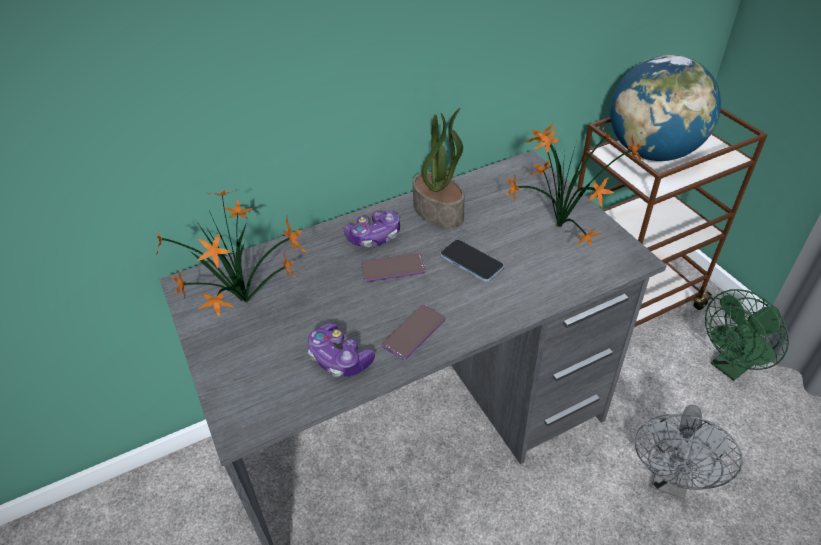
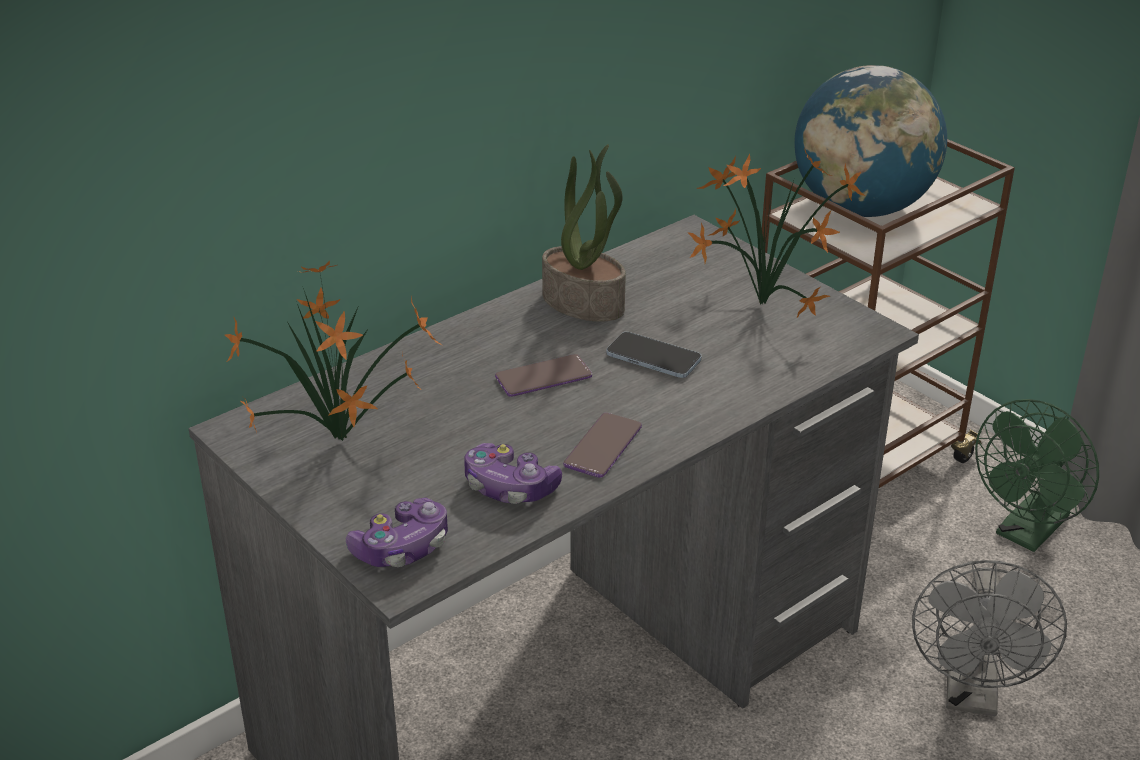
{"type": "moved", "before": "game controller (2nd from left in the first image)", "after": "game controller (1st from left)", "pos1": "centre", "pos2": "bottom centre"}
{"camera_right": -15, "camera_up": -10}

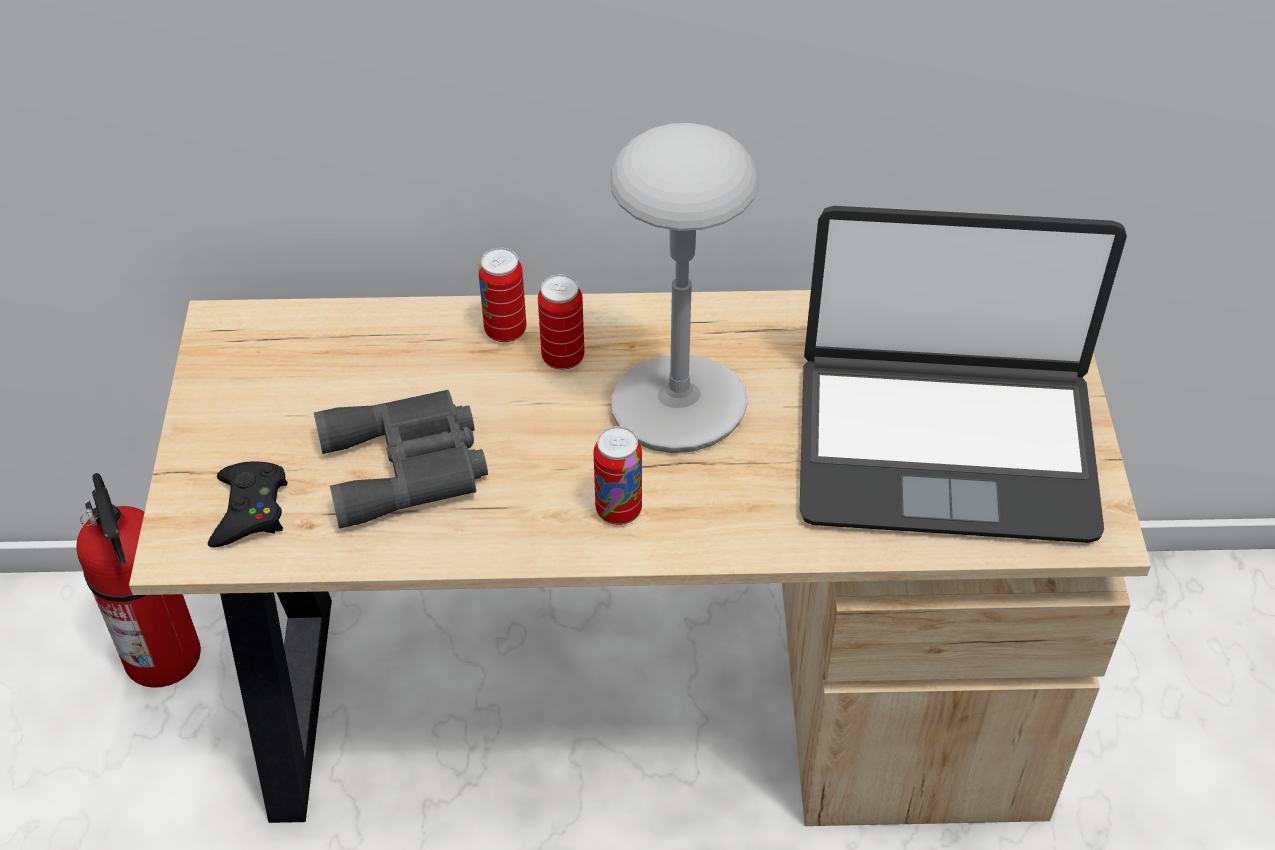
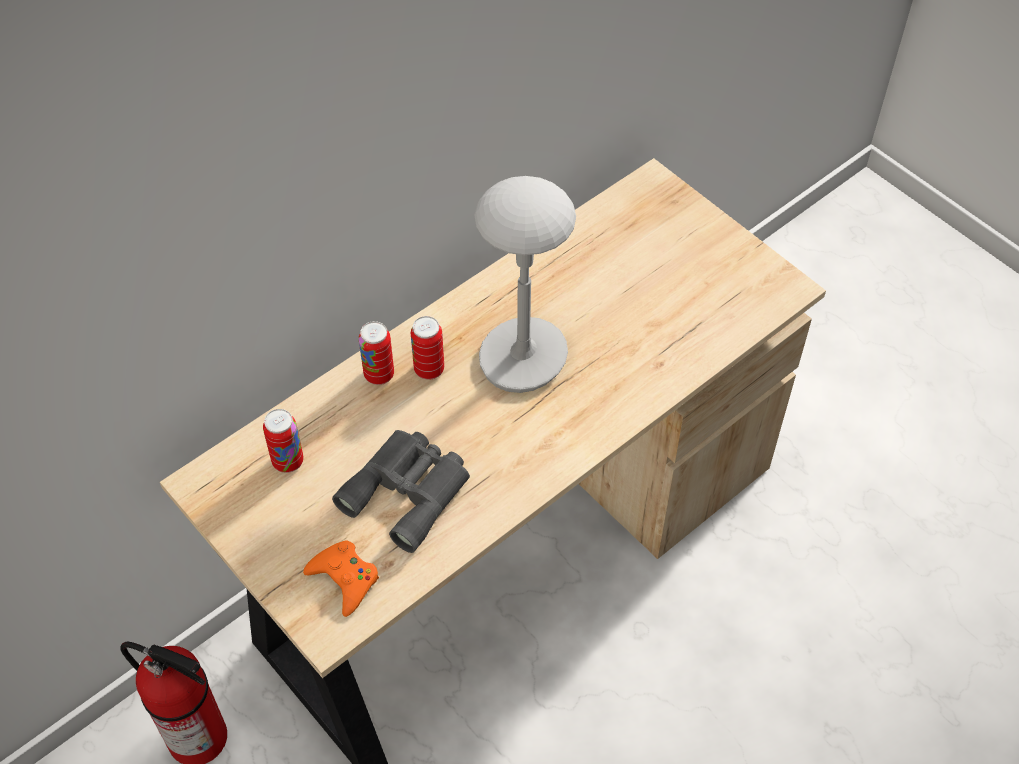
{"type": "removed", "before": "laptop", "pos1": "middle right"}
{"type": "moved", "before": "metal can (3rd from left in the first image)", "after": "metal can (1st from left)", "pos1": "centre", "pos2": "middle left"}
{"type": "recoloured", "before": "blackish game controller", "after": "orange-coloured game controller", "pos1": "middle left", "pos2": "bottom centre"}
{"camera_right": -40, "camera_up": 5}

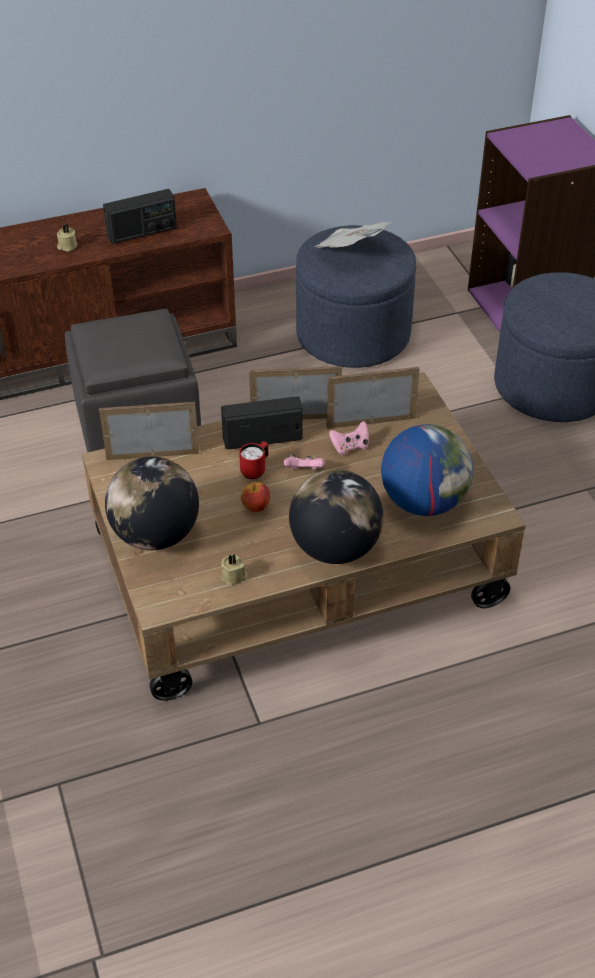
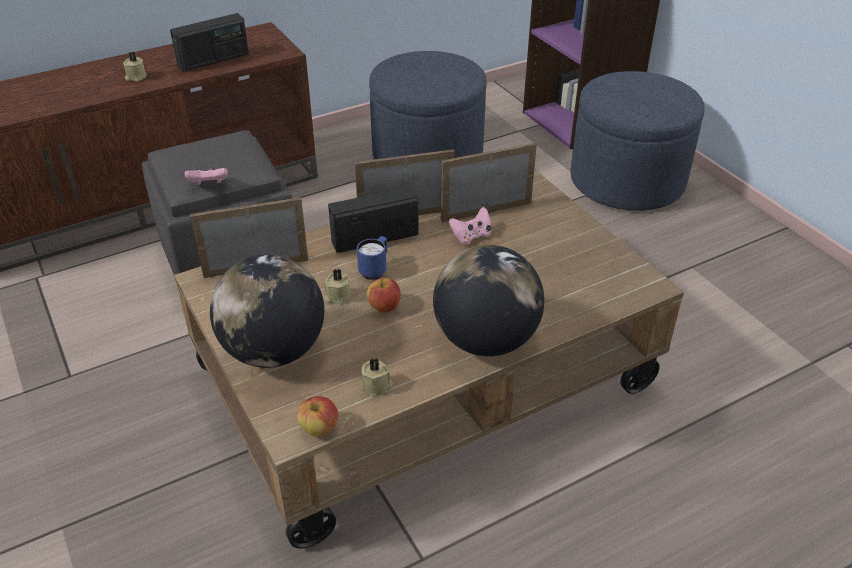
{"type": "removed", "before": "printed paper", "pos1": "top centre"}
{"type": "removed", "before": "desk globe (3rd from left)", "pos1": "middle right"}
{"type": "added", "after": "apple (1st from left)", "pos2": "bottom centre"}
{"type": "added", "after": "sand-coloured wax light (2nd from left)", "pos2": "centre"}
{"type": "moved", "before": "pinkish game controller (1st from left)", "pos1": "centre", "pos2": "top left"}
{"type": "recoloured", "before": "red-coloured tea mug", "after": "bluish tea mug", "pos1": "centre", "pos2": "centre"}
{"camera_right": -10, "camera_up": -5}

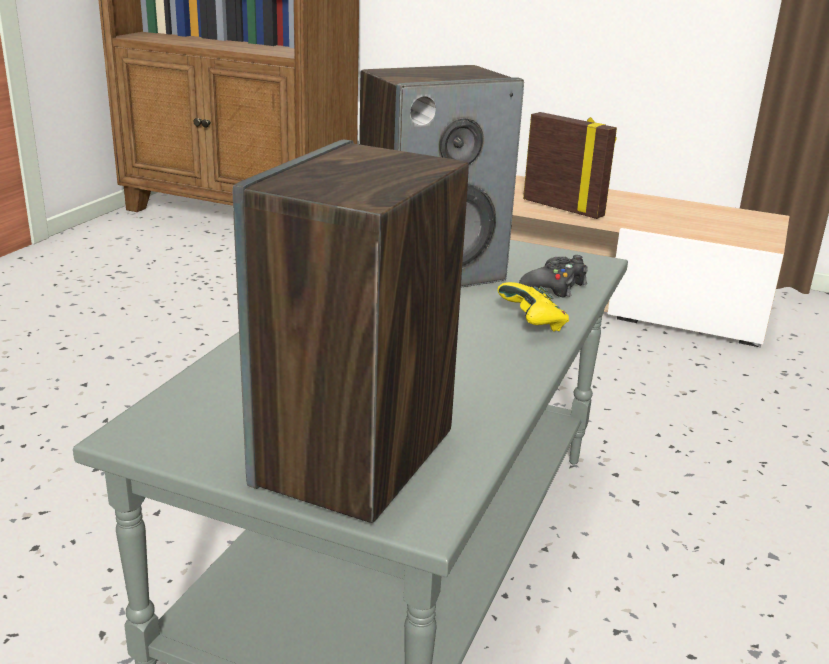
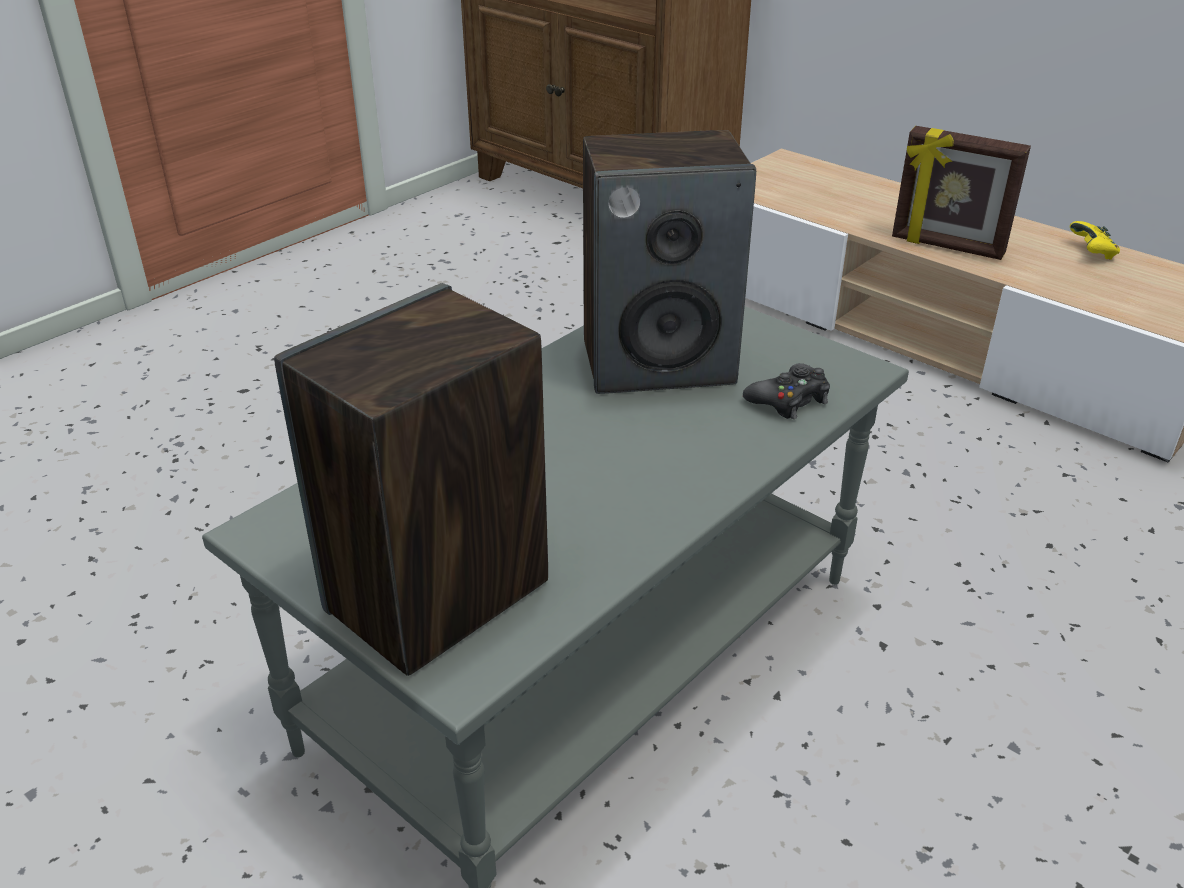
{"type": "moved", "before": "yellowish game controller", "pos1": "centre", "pos2": "top right"}
{"type": "turned", "before": "standing frame", "pos1": "top right", "pos2": "top right", "turn": 150}
{"camera_right": 20, "camera_up": 10}

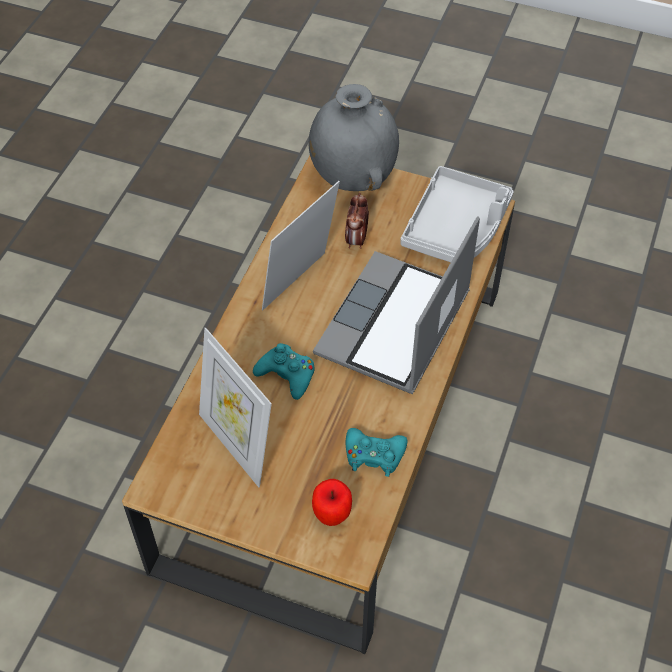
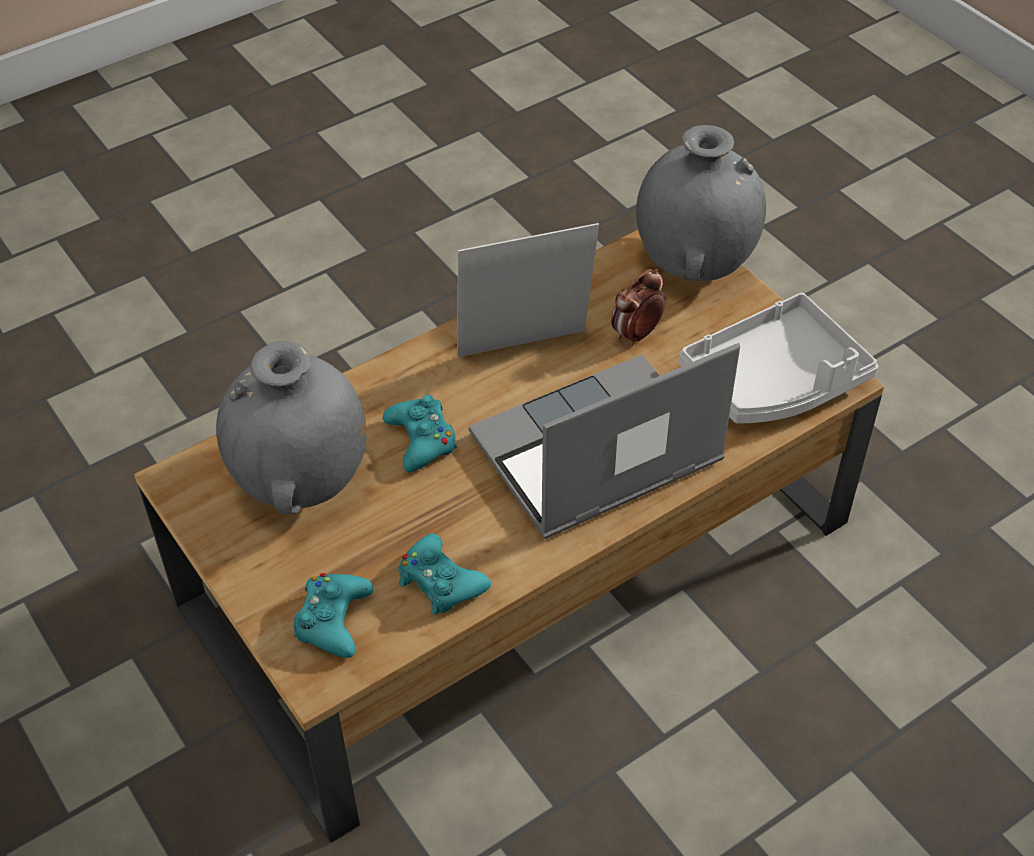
{"type": "replaced", "before": "standing frame (1st from left)", "after": "grey flower vase (1st from left)", "pos1": "centre", "pos2": "middle left"}
{"type": "replaced", "before": "apple", "after": "turquoise-coloured game controller (1st from left)", "pos1": "bottom centre", "pos2": "bottom left"}
{"camera_right": 35, "camera_up": -5}

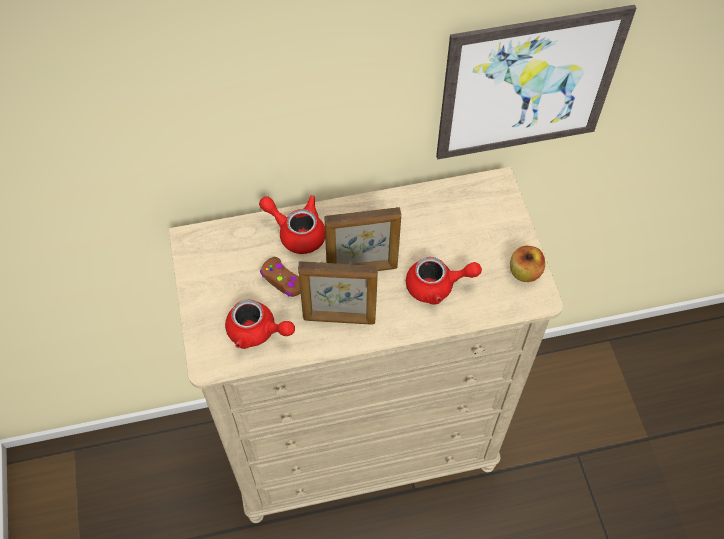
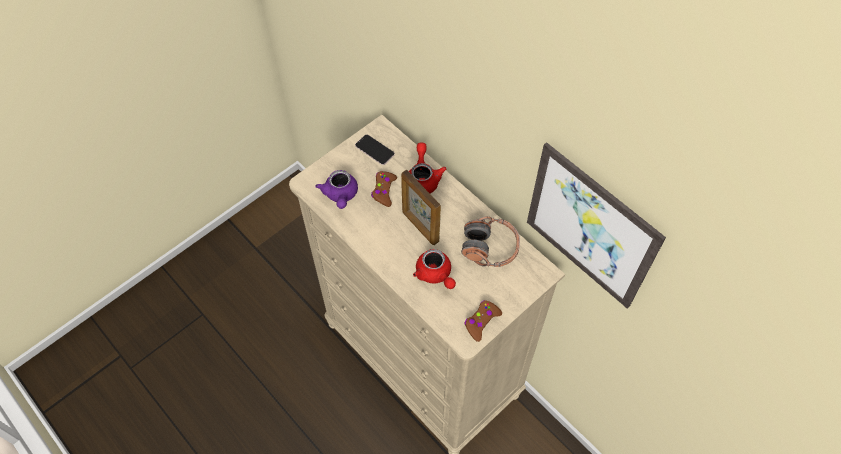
{"type": "removed", "before": "standing frame (1st from left)", "pos1": "centre"}
{"type": "added", "after": "handset", "pos2": "top centre"}
{"type": "added", "after": "headset", "pos2": "centre"}
{"type": "replaced", "before": "apple", "after": "brown-coloured game controller (2nd from left)", "pos1": "middle right", "pos2": "bottom centre"}
{"type": "recoloured", "before": "red-coloured pot for tea (1st from left)", "after": "purple-coloured pot for tea", "pos1": "centre", "pos2": "centre"}
{"camera_right": 60, "camera_up": 0}

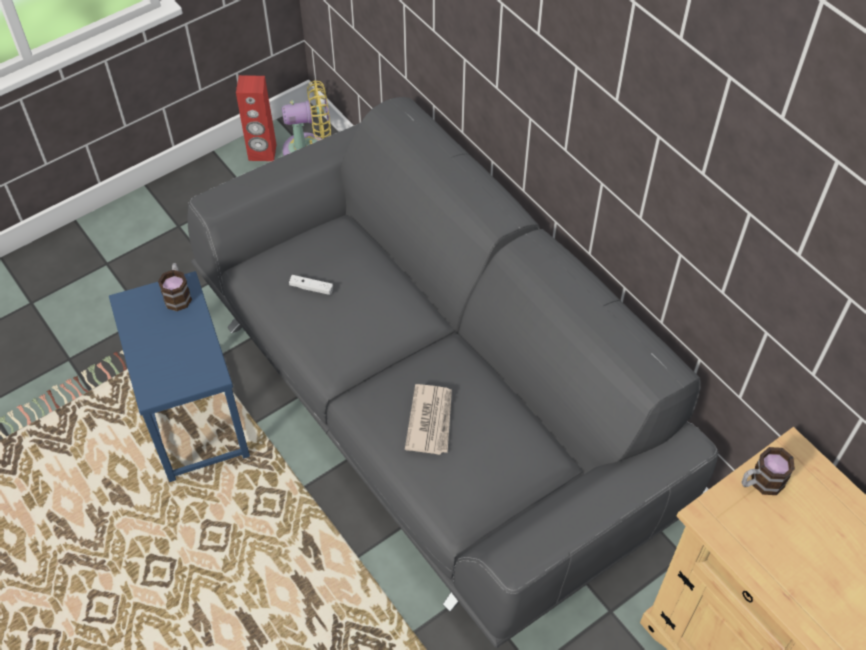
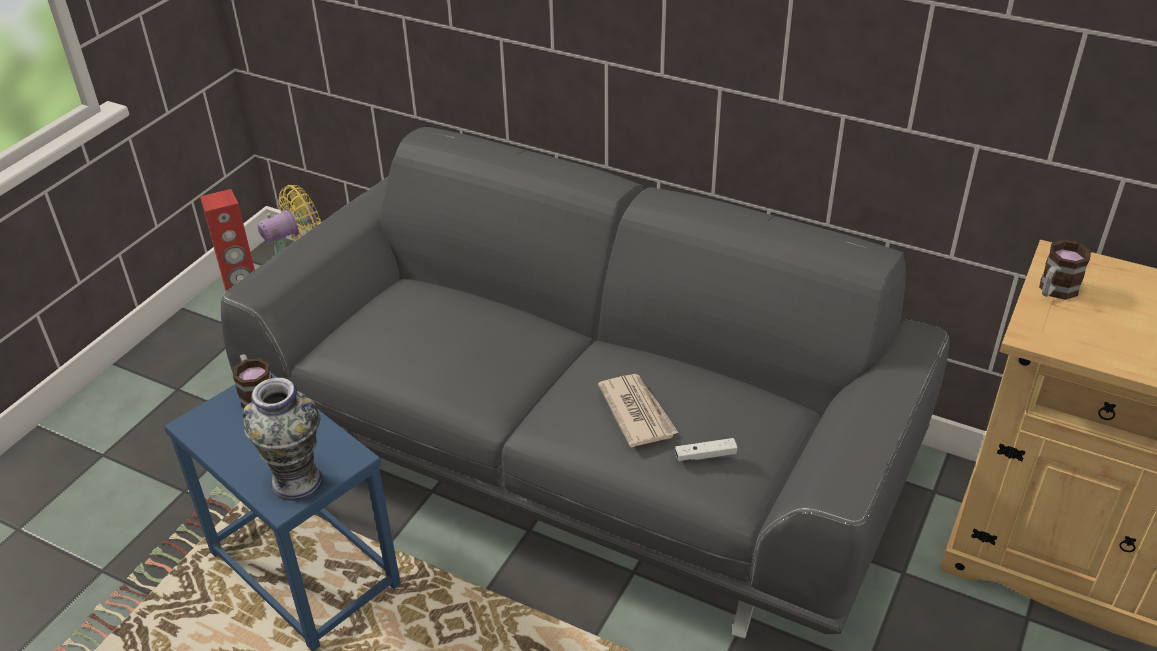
{"type": "added", "after": "flower vase", "pos2": "bottom left"}
{"type": "moved", "before": "white-coloured game controller", "pos1": "centre", "pos2": "bottom centre"}
{"camera_right": -25, "camera_up": -15}

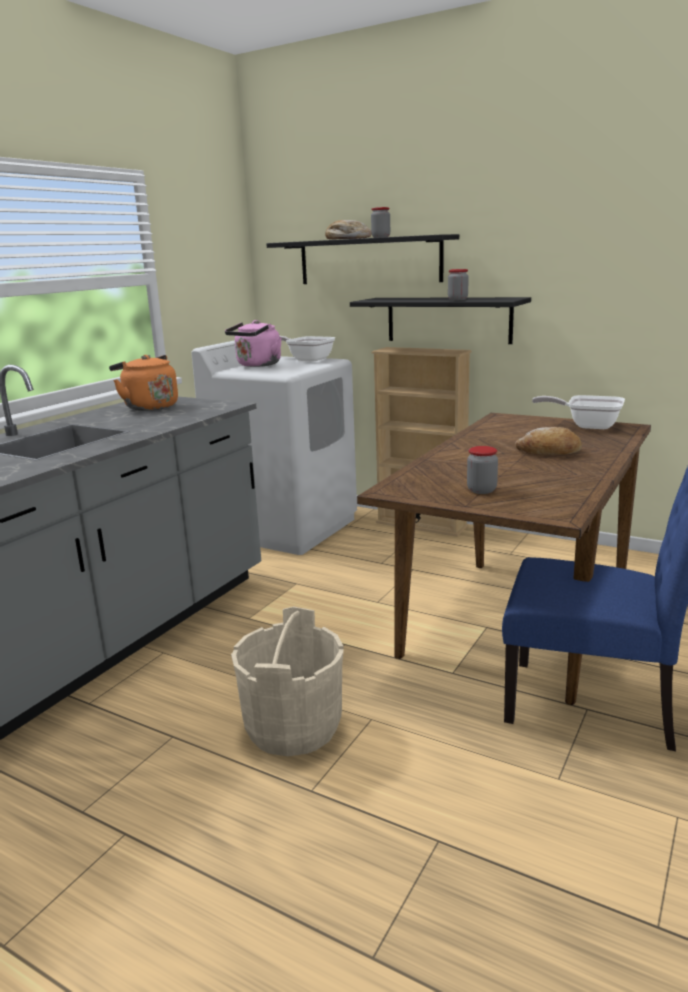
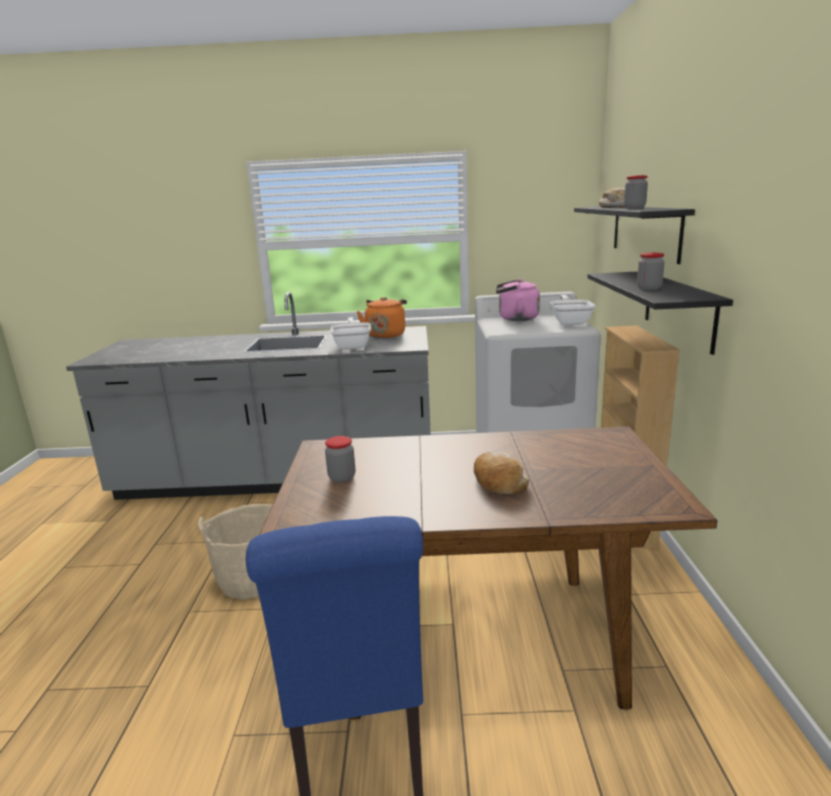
{"type": "moved", "before": "skillet (2nd from left in the first image)", "after": "skillet (1st from left)", "pos1": "middle right", "pos2": "centre"}
{"camera_right": 60, "camera_up": 0}

